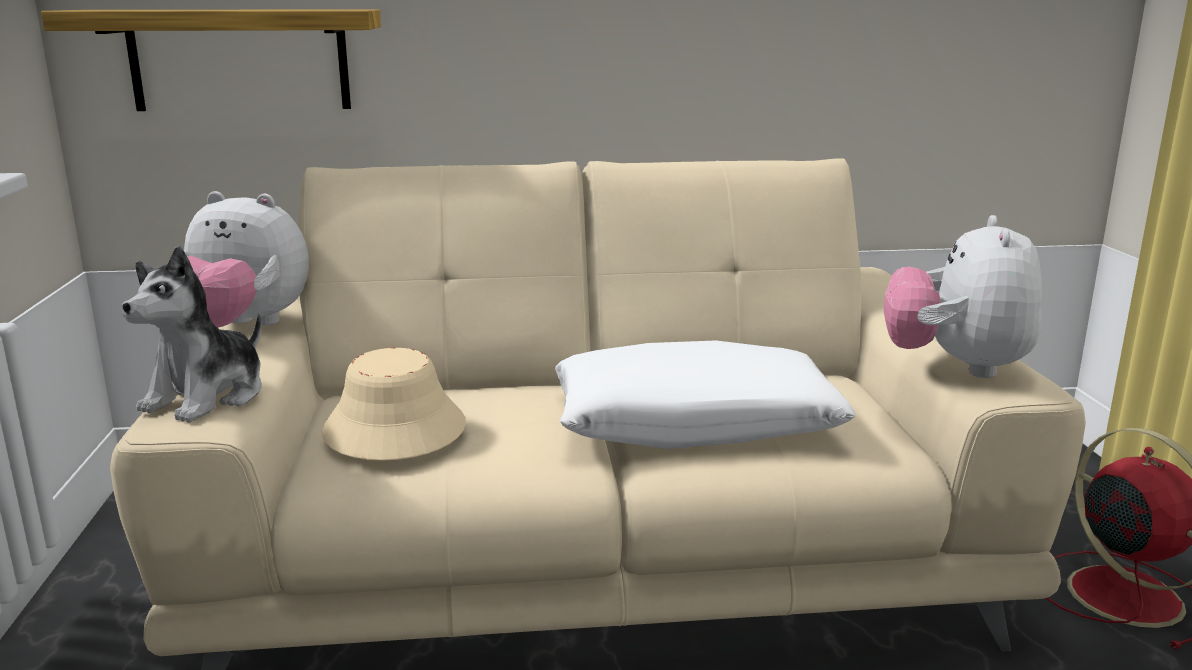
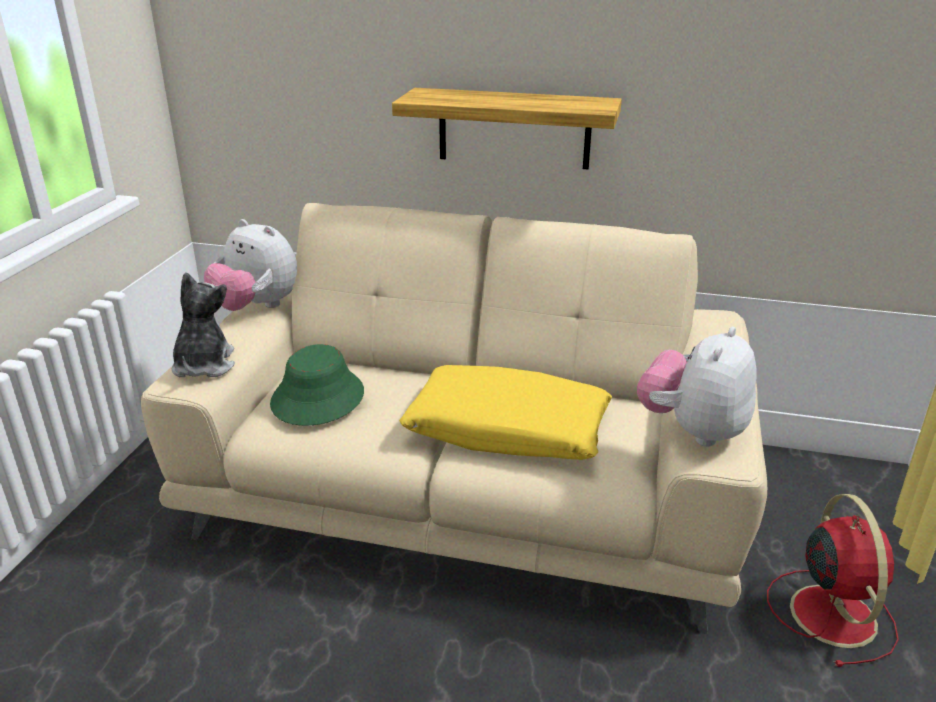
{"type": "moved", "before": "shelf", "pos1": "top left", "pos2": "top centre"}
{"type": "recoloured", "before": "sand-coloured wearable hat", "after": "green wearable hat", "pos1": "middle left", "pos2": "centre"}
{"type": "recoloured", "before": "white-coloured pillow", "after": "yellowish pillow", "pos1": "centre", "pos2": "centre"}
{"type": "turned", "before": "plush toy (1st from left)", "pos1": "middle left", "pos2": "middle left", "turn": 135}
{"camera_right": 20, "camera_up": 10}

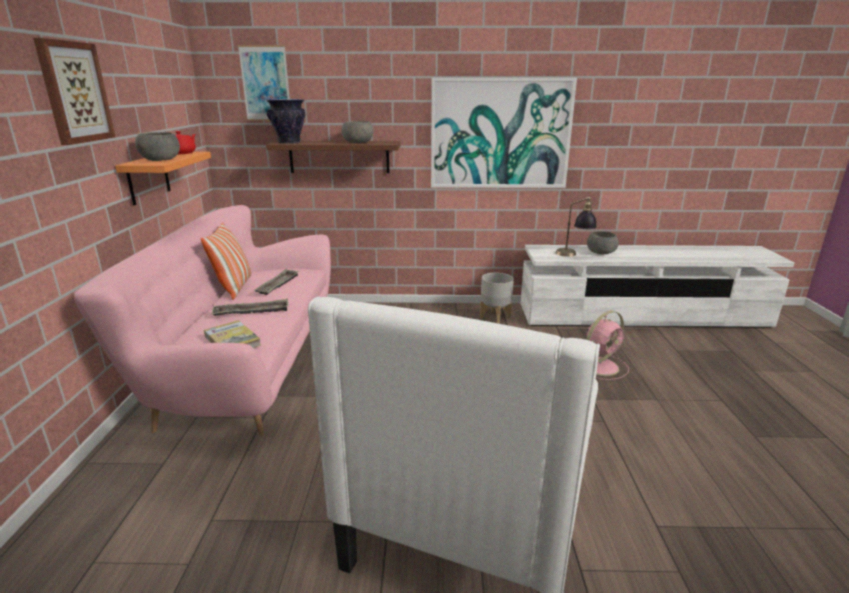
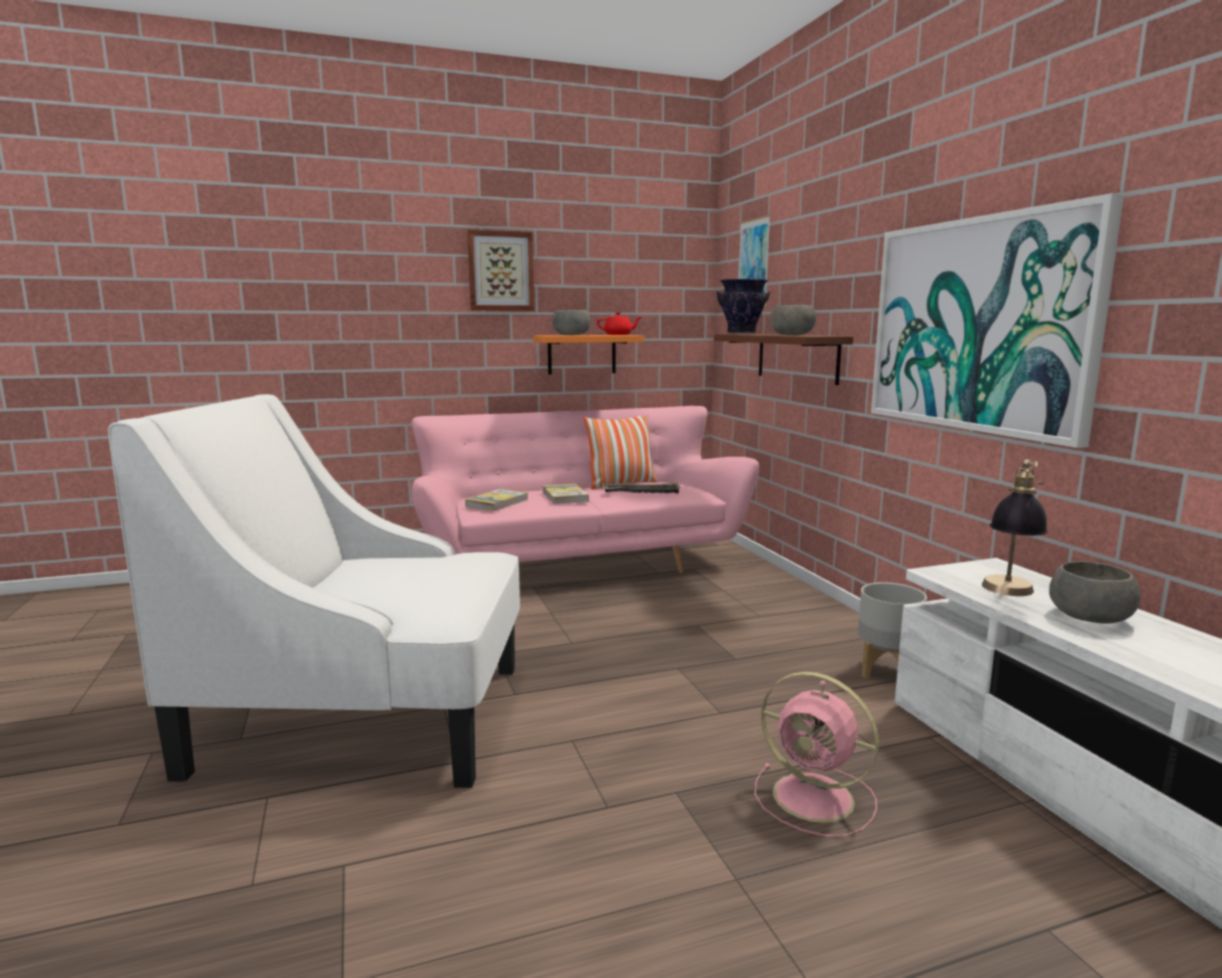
{"type": "replaced", "before": "carrying tray (1st from left)", "after": "book (2nd from left)", "pos1": "middle left", "pos2": "centre"}
{"camera_right": 70, "camera_up": -10}

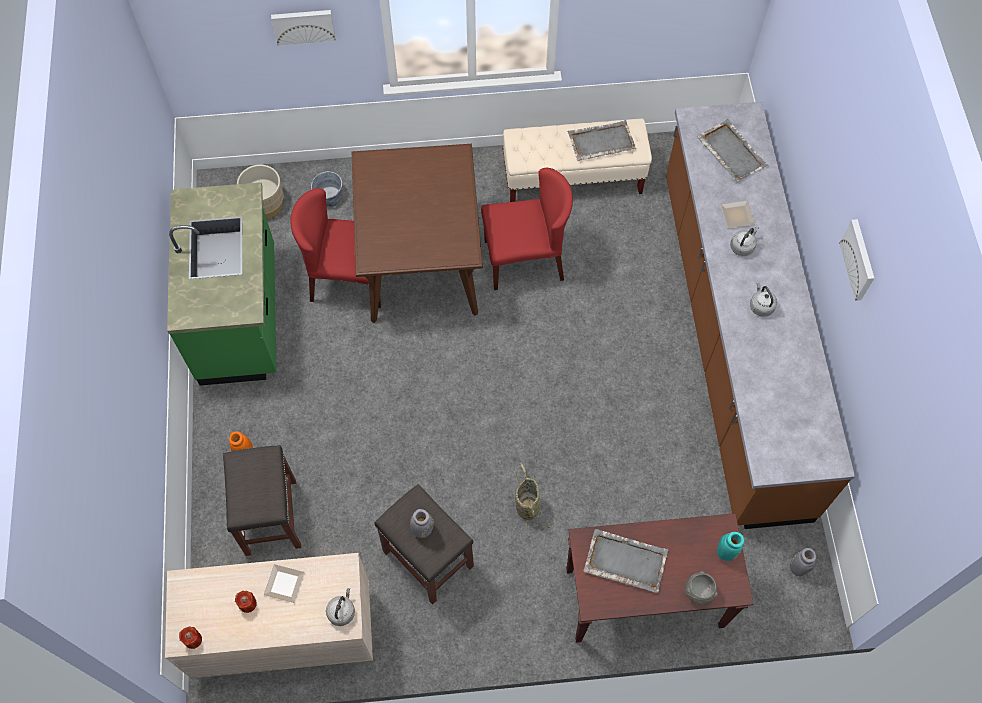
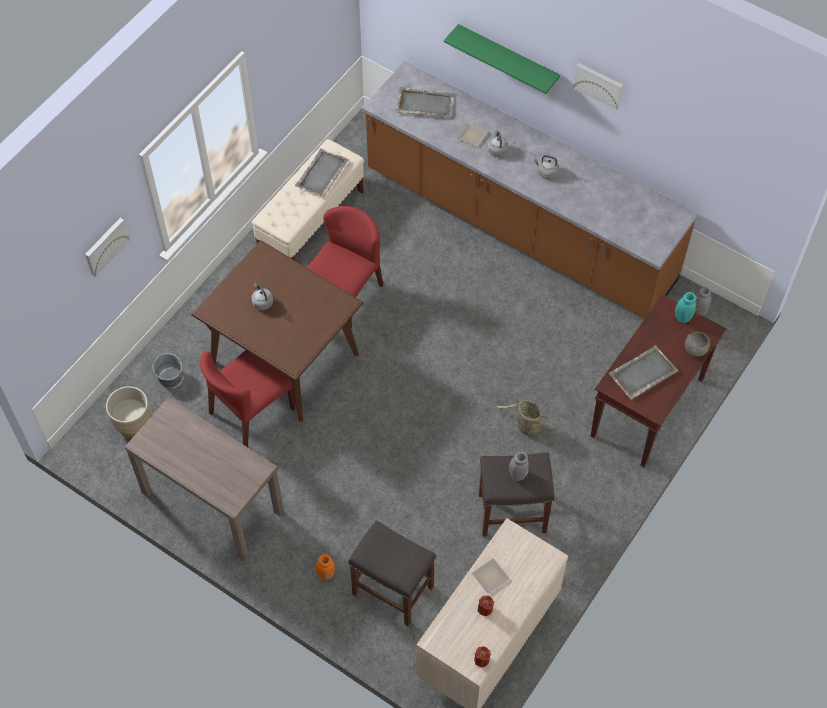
{"type": "added", "after": "green shelf", "pos2": "top centre"}
{"type": "moved", "before": "grey kettle (1st from left)", "pos1": "bottom centre", "pos2": "middle left"}
{"type": "replaced", "before": "green counter", "after": "brown-coloured console table (1st from left)", "pos1": "middle left", "pos2": "bottom left"}
{"camera_right": -50, "camera_up": -5}

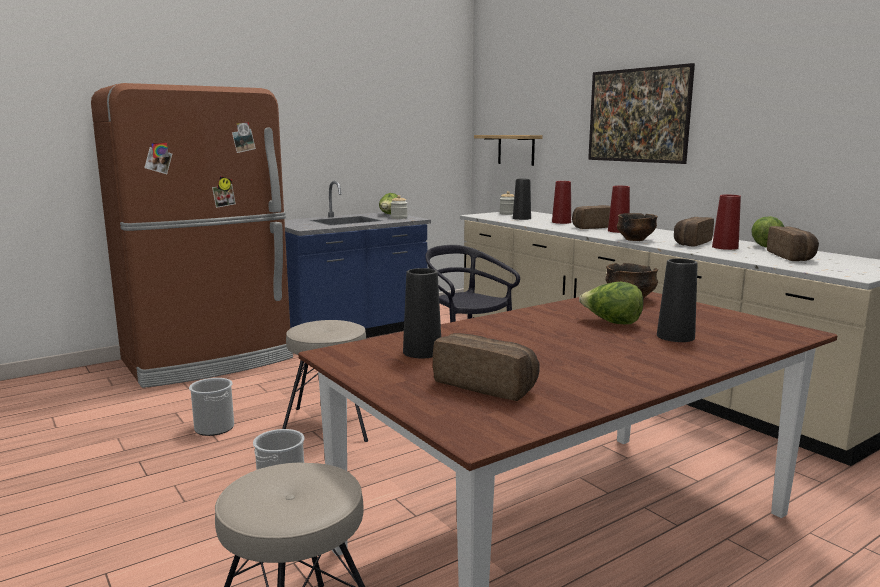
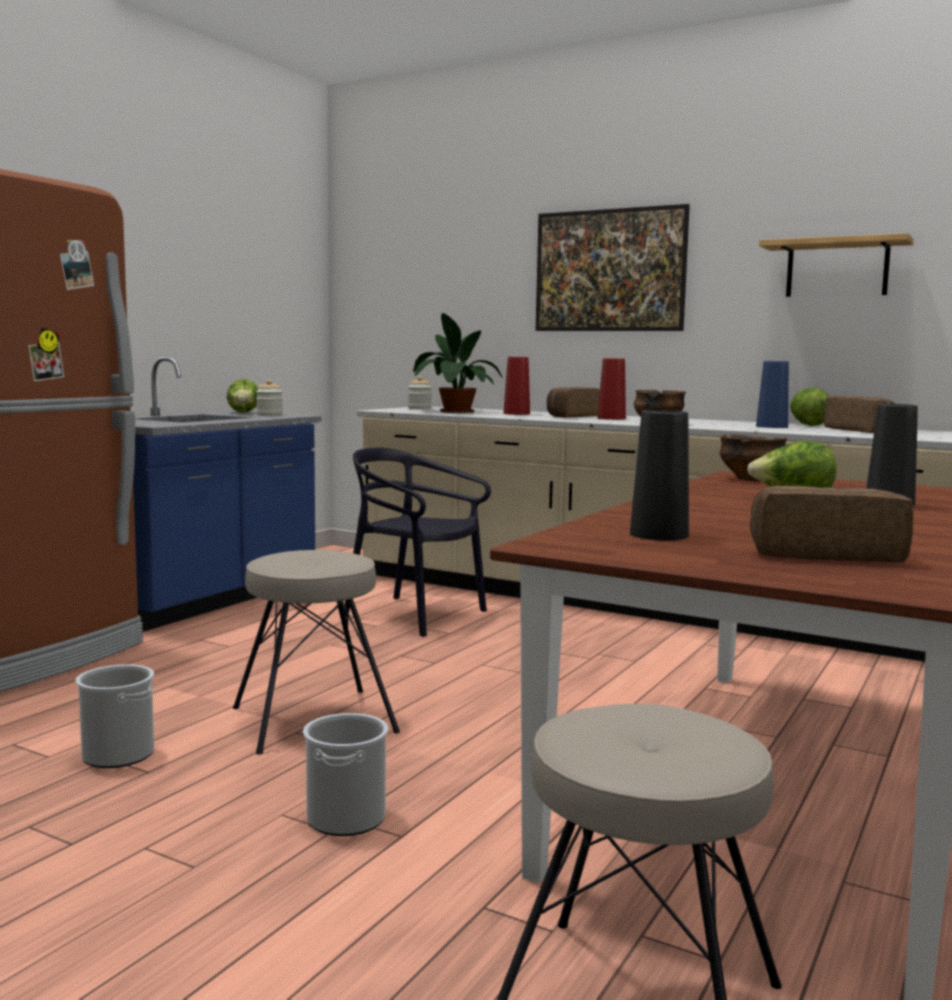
{"type": "removed", "before": "baked bread (3rd from left)", "pos1": "middle right"}
{"type": "moved", "before": "shelf", "pos1": "top centre", "pos2": "top right"}
{"type": "replaced", "before": "blackish flower vase (2nd from left)", "after": "potted plant", "pos1": "centre", "pos2": "centre"}
{"type": "recoloured", "before": "red-coloured flower vase (3rd from left)", "after": "bluish flower vase", "pos1": "middle right", "pos2": "middle right"}
{"camera_right": -25, "camera_up": -5}

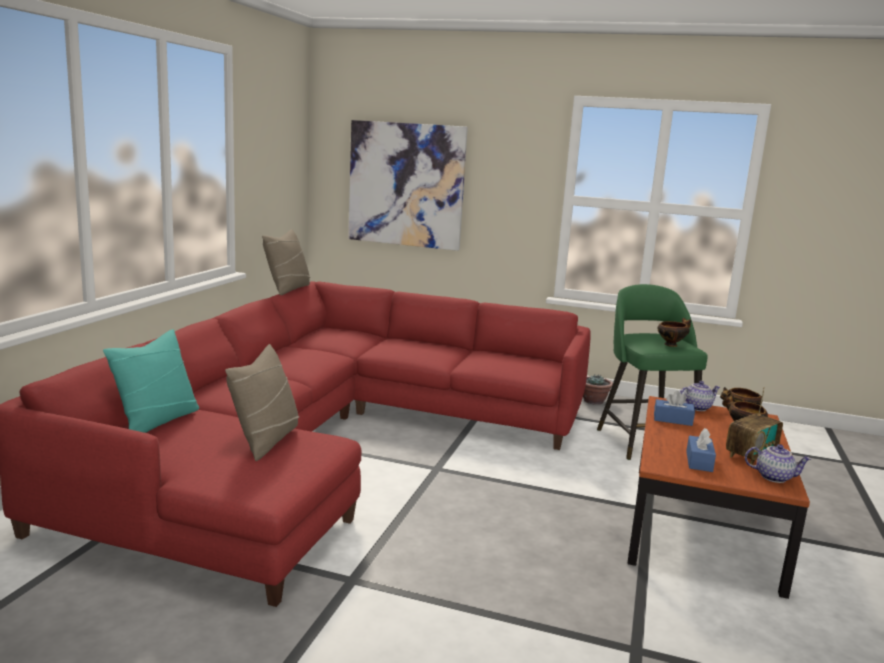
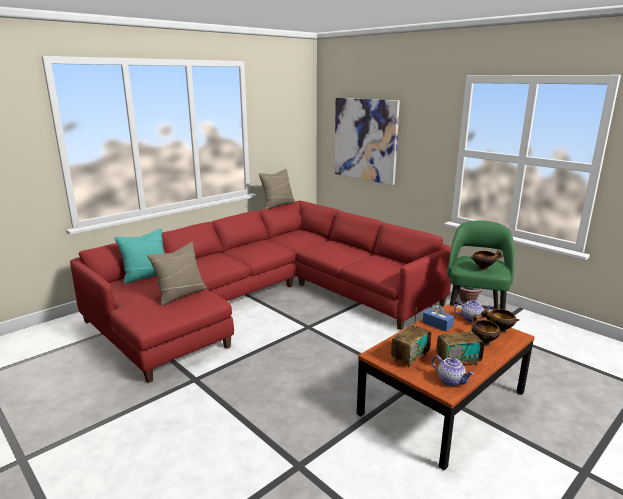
{"type": "replaced", "before": "bluish box of tissues (2nd from left)", "after": "radio set (1st from left)", "pos1": "bottom right", "pos2": "bottom centre"}
{"camera_right": 30, "camera_up": 5}

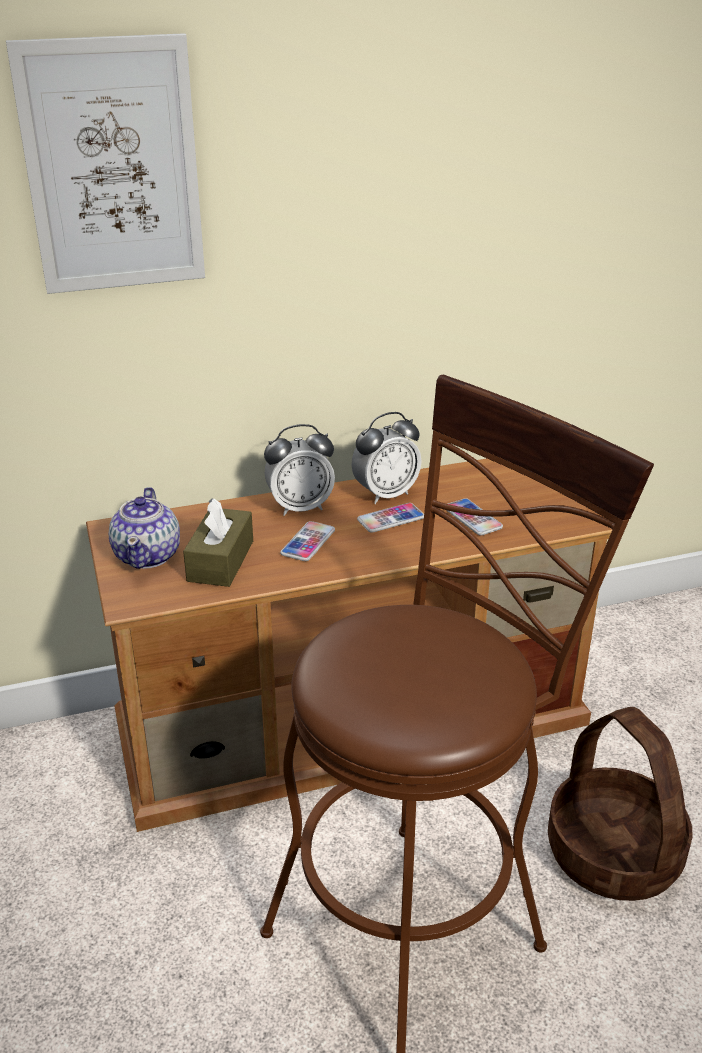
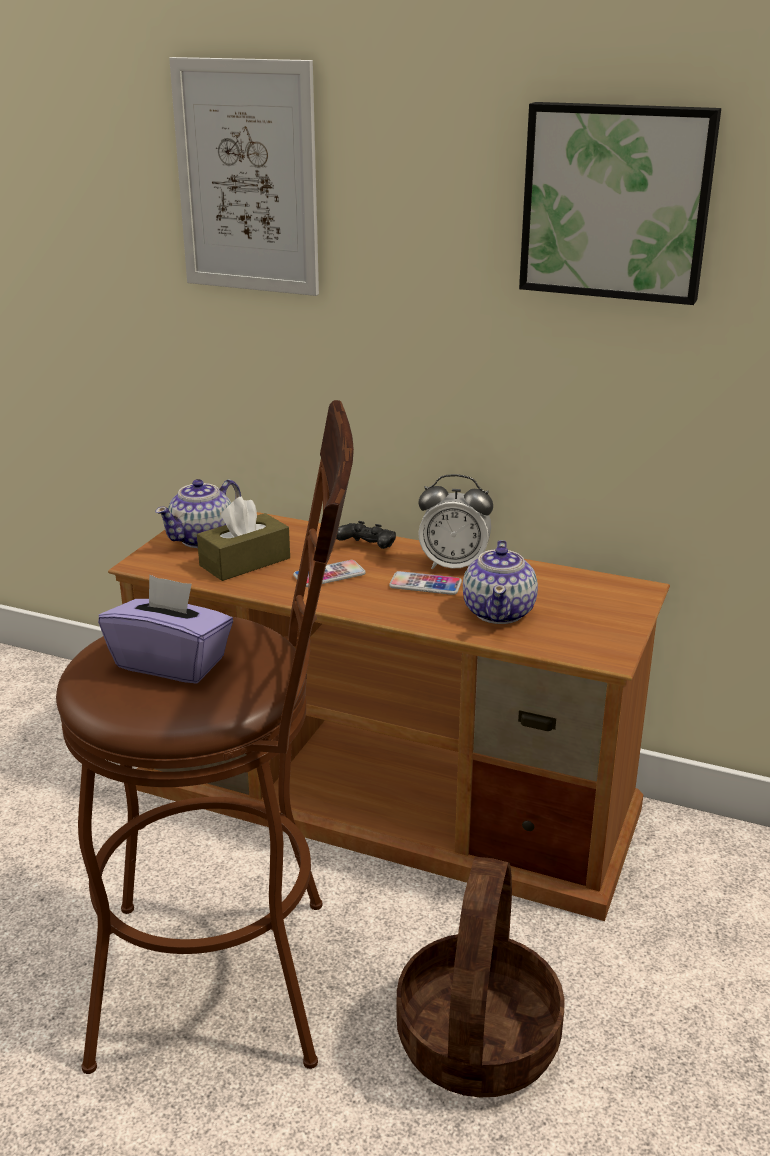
{"type": "added", "after": "purple-coloured box of tissues", "pos2": "middle left"}
{"type": "added", "after": "picture (2nd from left)", "pos2": "top right"}
{"type": "replaced", "before": "table clock (1st from left)", "after": "blackish game controller", "pos1": "centre", "pos2": "centre"}
{"type": "replaced", "before": "handset (3rd from left)", "after": "pot for tea (2nd from left)", "pos1": "middle right", "pos2": "centre"}
{"camera_right": 40, "camera_up": -5}

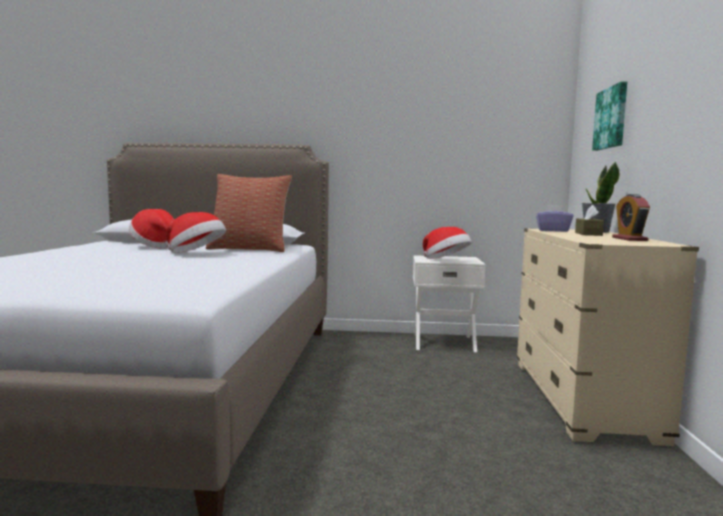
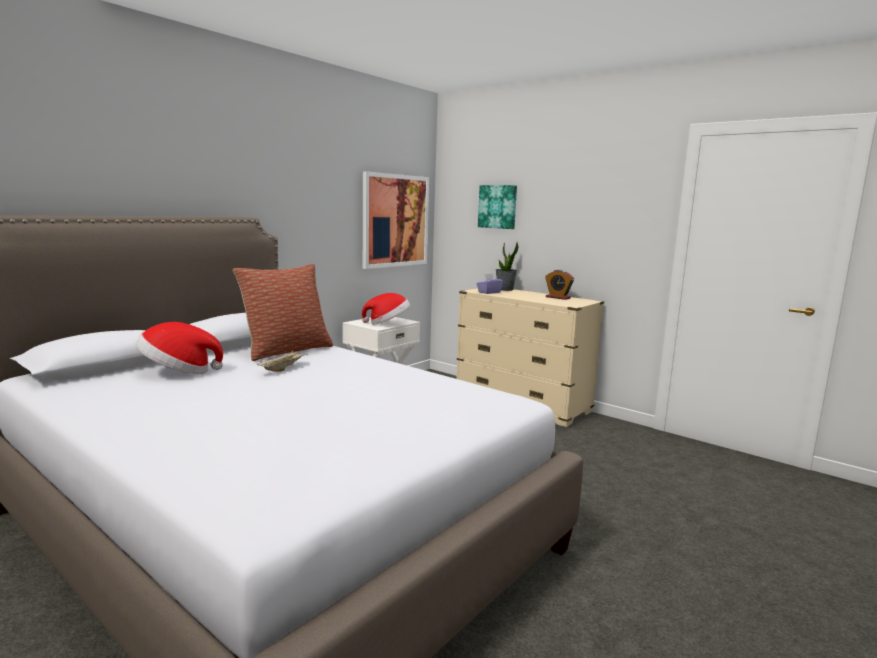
{"type": "removed", "before": "brown-coloured box of tissues", "pos1": "middle right"}
{"type": "added", "after": "picture (1st from left)", "pos2": "centre"}
{"type": "replaced", "before": "wearable hat (2nd from left)", "after": "sand-coloured carrying tray", "pos1": "middle left", "pos2": "middle left"}
{"camera_right": -55, "camera_up": 5}

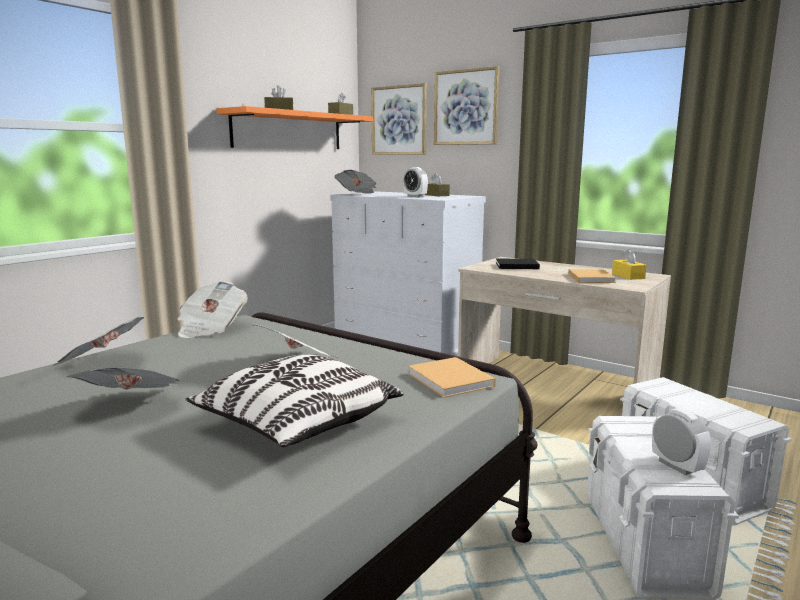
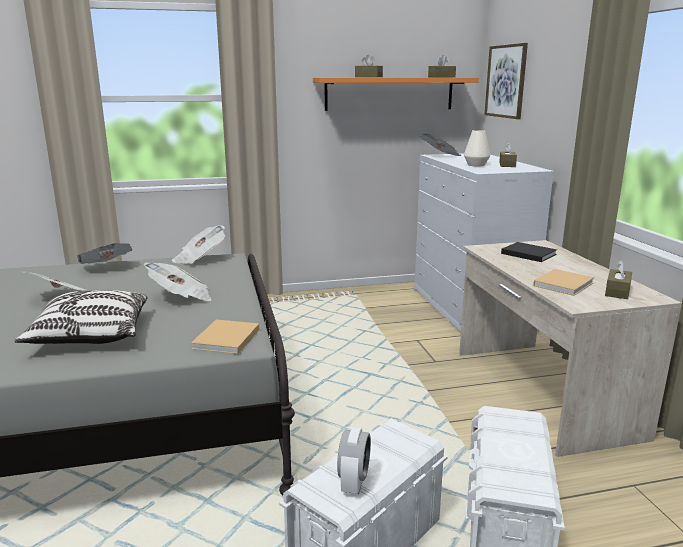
{"type": "removed", "before": "picture (2nd from left)", "pos1": "top centre"}
{"type": "replaced", "before": "table clock (1st from left)", "after": "white-coloured flower vase", "pos1": "top centre", "pos2": "top right"}
{"type": "recoloured", "before": "yellowish box of tissues", "after": "brown-coloured box of tissues (4th from left)", "pos1": "middle right", "pos2": "middle right"}
{"camera_right": 40, "camera_up": 5}

